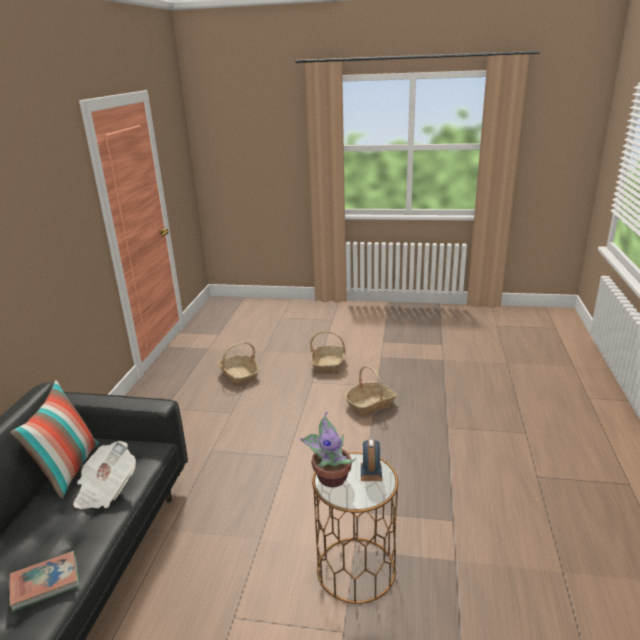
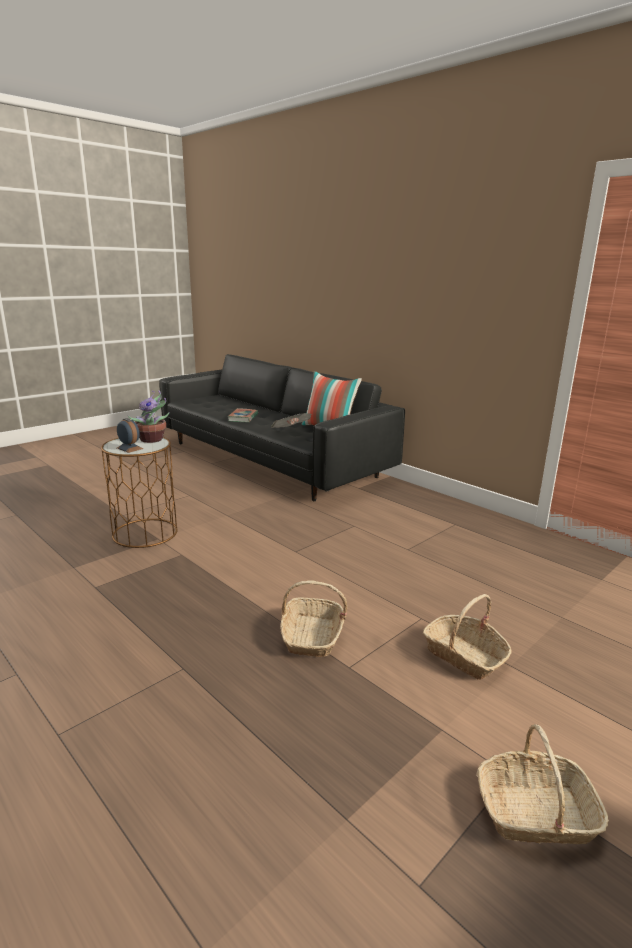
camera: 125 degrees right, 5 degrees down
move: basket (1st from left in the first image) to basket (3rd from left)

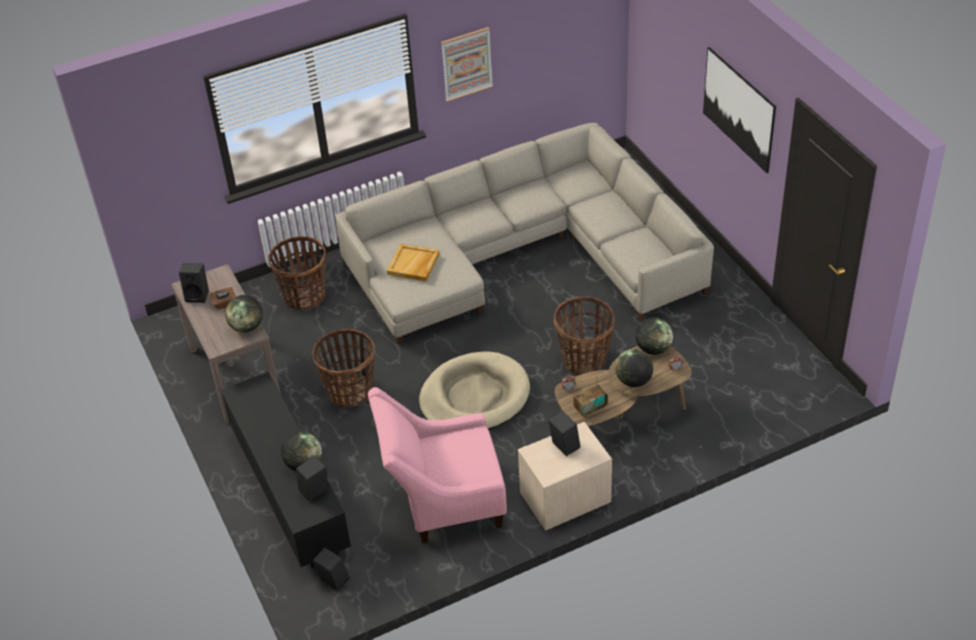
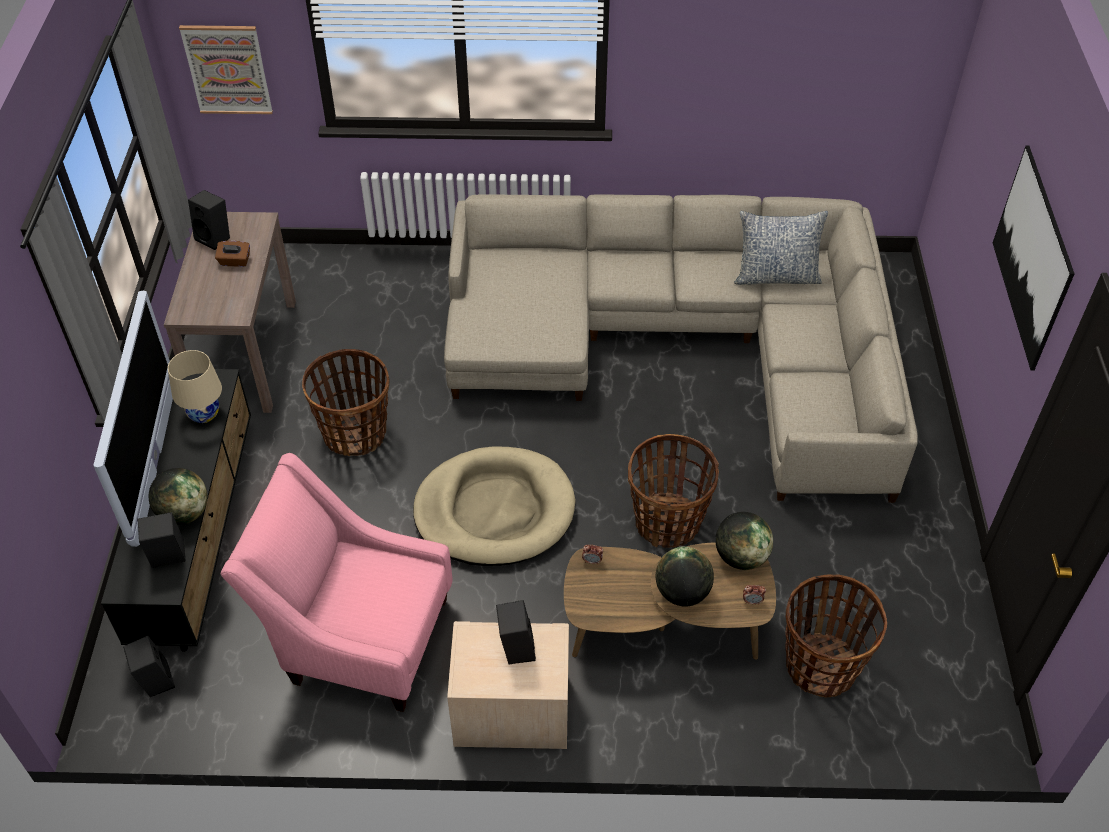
camera: 25 degrees right, 5 degrees up
delete: tray/sand-coloured; world globe (1st from left); radio
insert: throw pillow; TV; table lamp/sand-coloured
move: wall picture (1st from left); basket (1st from left in the first image) to basket (3rd from left)

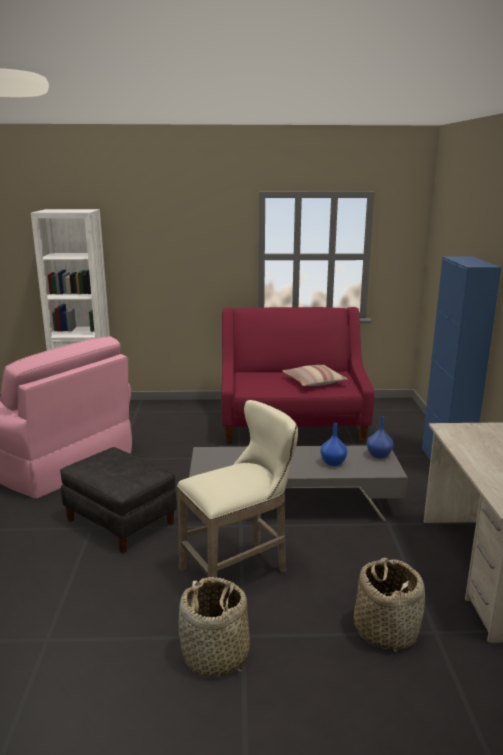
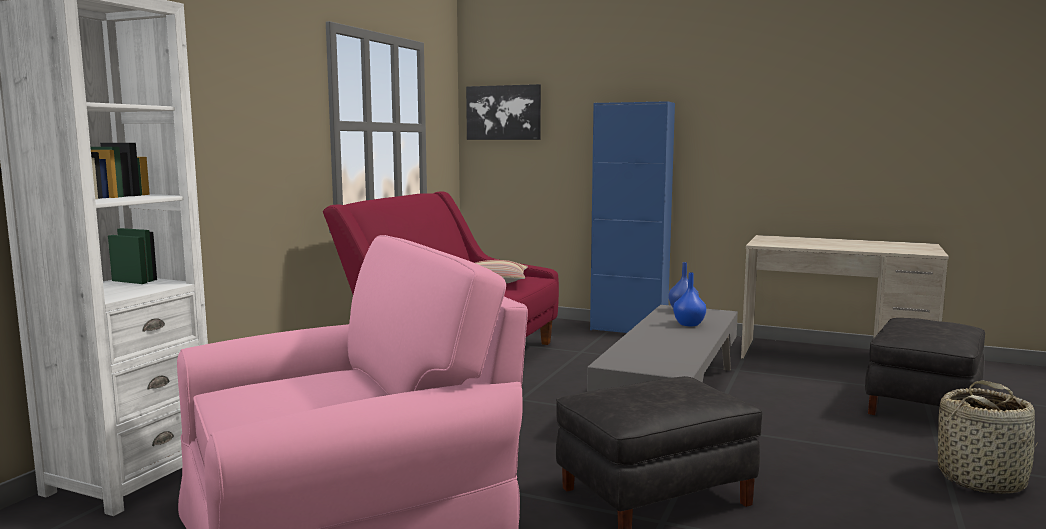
camera: 65 degrees left, 10 degrees down
delete: stool/sand-coloured
insert: wall picture
replace: basket (2nd from left) to ottoman/blackish (2nd from left)

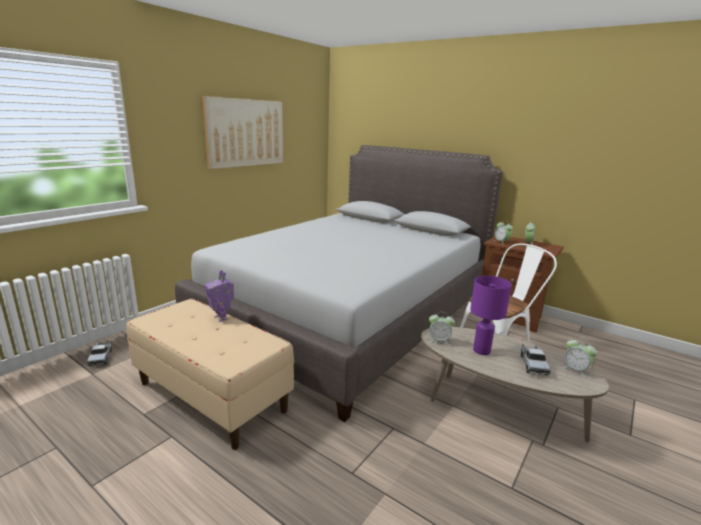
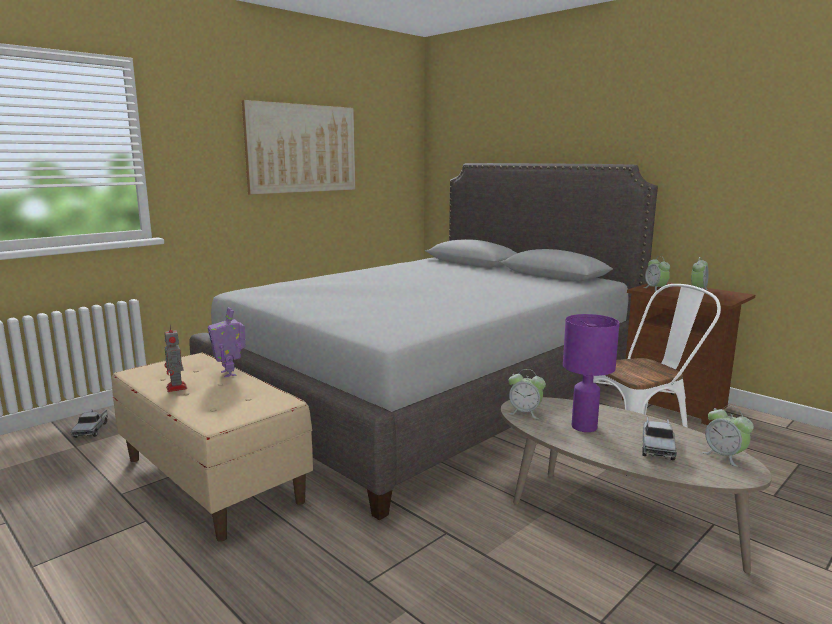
camera: 10 degrees right, 5 degrees down
insert: toy robot (1st from left)

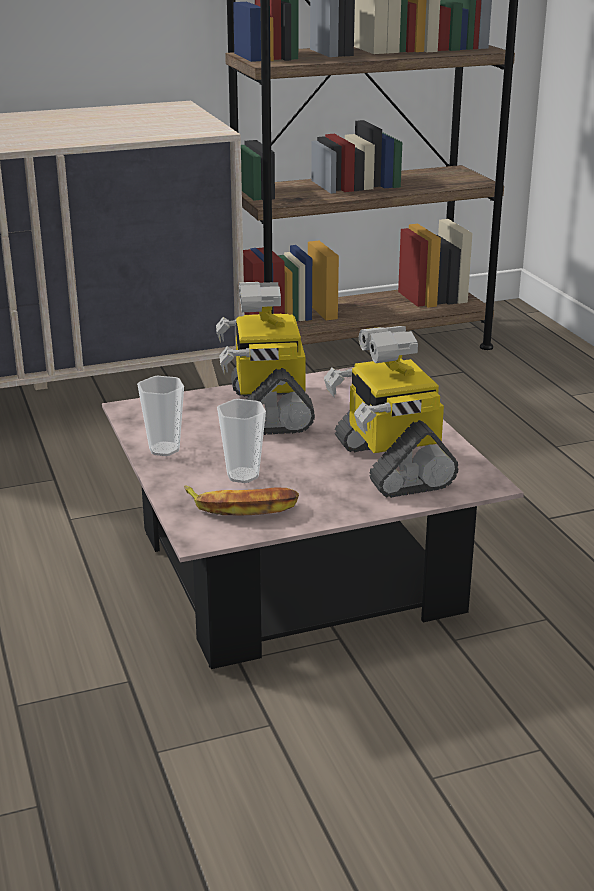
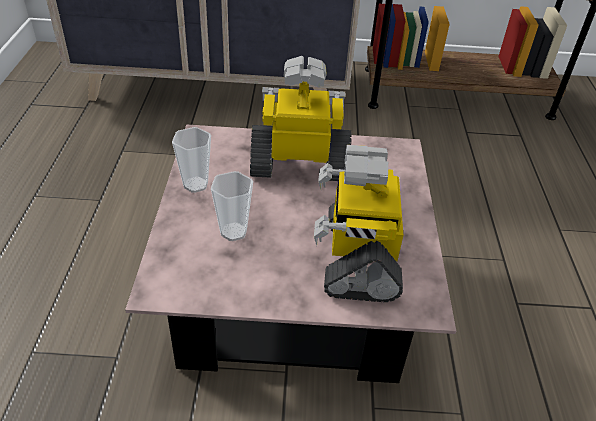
camera: 20 degrees right, 15 degrees up
delete: banana
rotate: toy robot (1st from left) 75 degrees clockwise

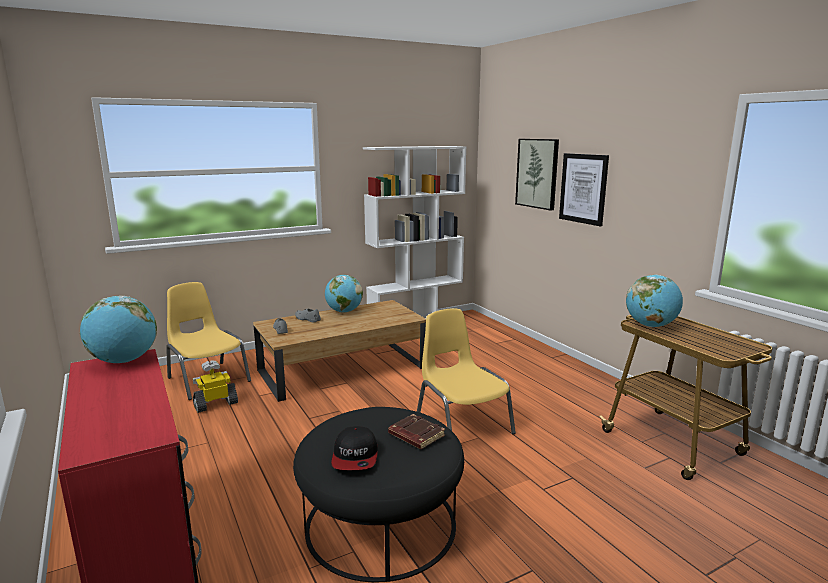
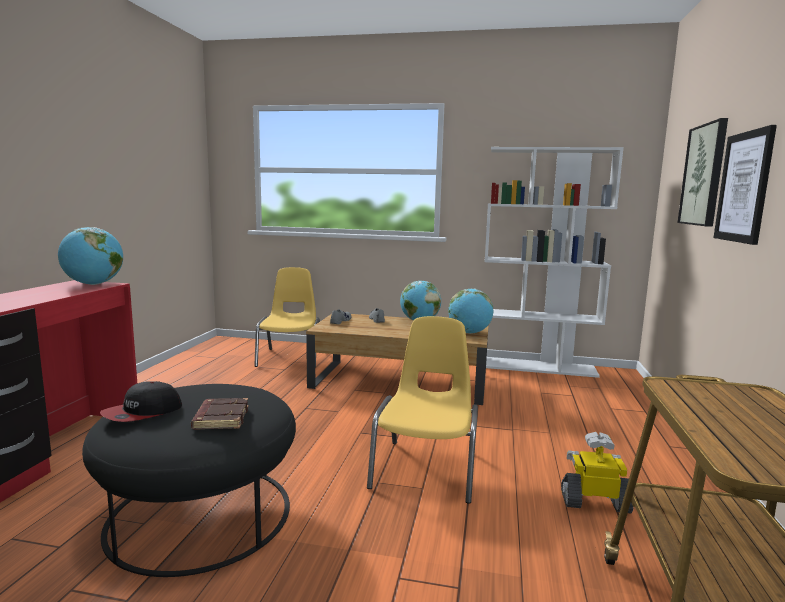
camera: 40 degrees right, 5 degrees down
move: world globe (3rd from left); toy robot

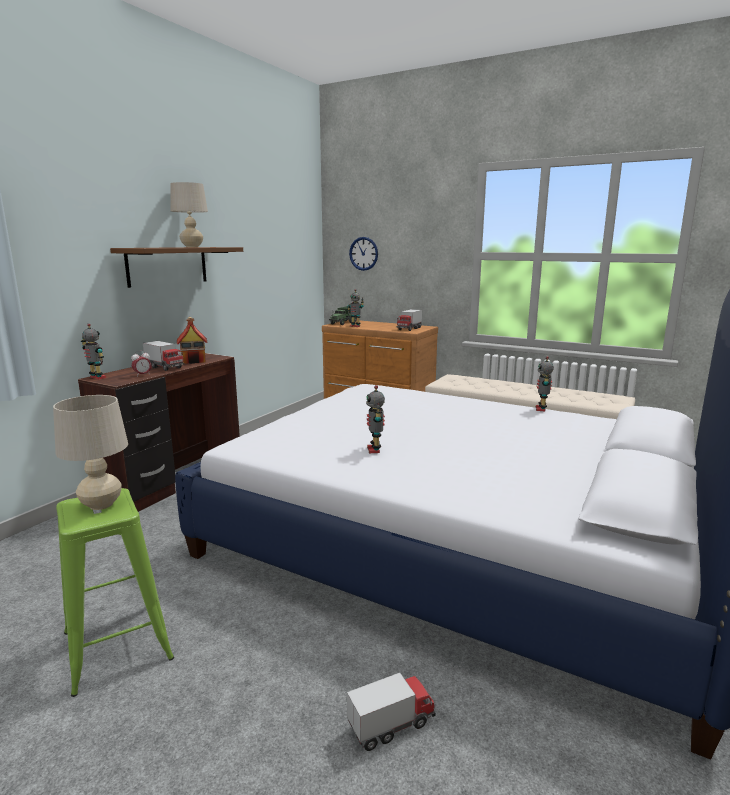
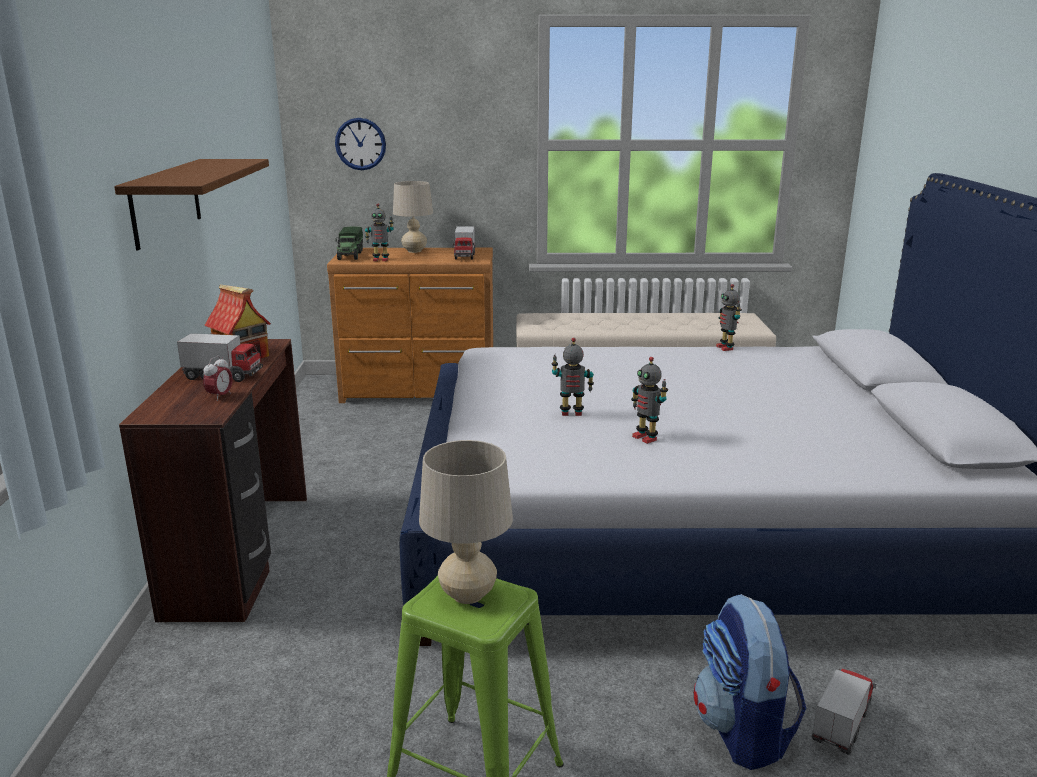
camera: 30 degrees left, 5 degrees up
insert: rucksack
move: table lamp/sand-coloured (2nd from left in the first image) to table lamp/sand-coloured (1st from left); toy robot (1st from left in the first image) to toy robot (2nd from left)

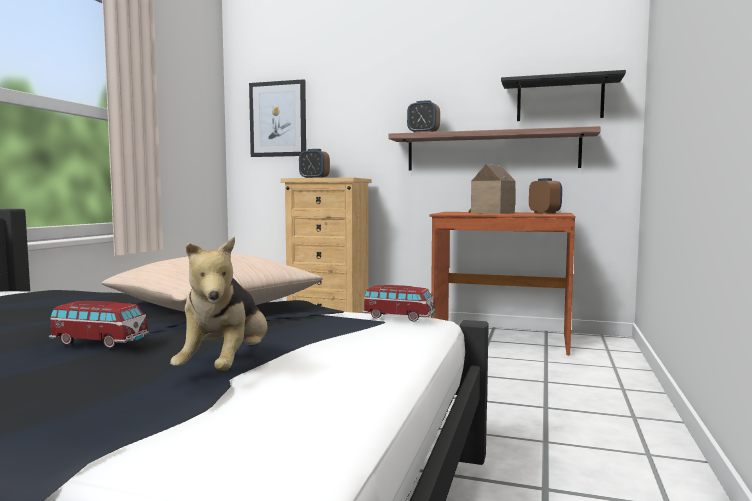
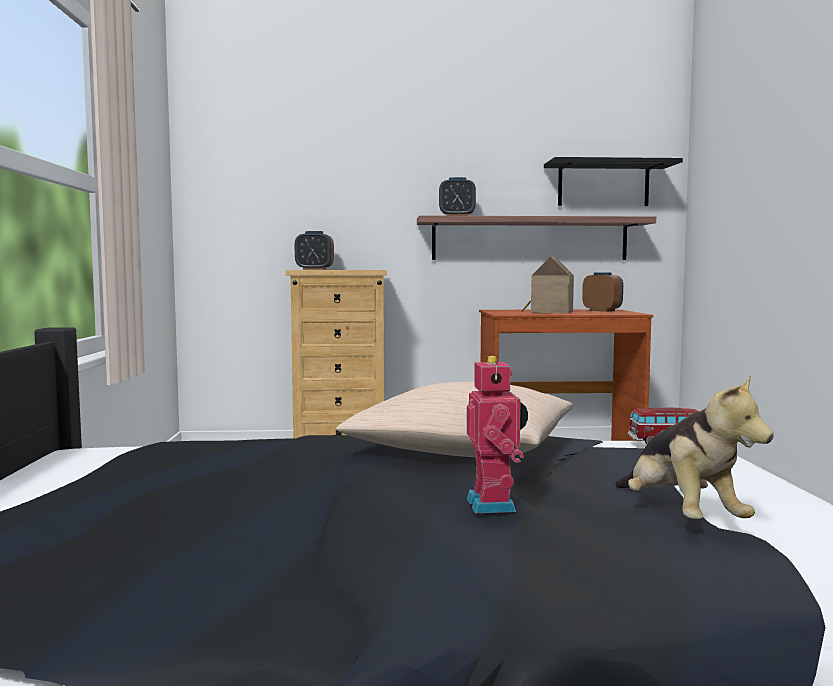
camera: 20 degrees left, 0 degrees up
delete: wall picture
replace: model car (1st from left) to toy robot

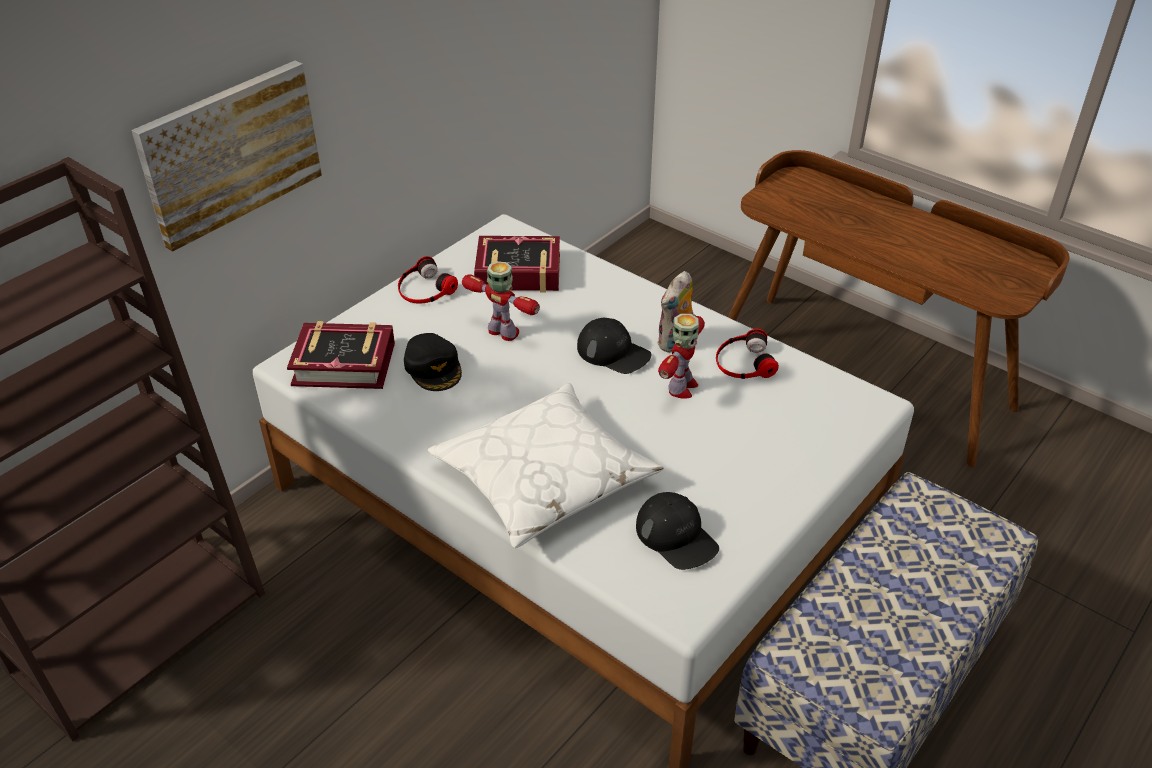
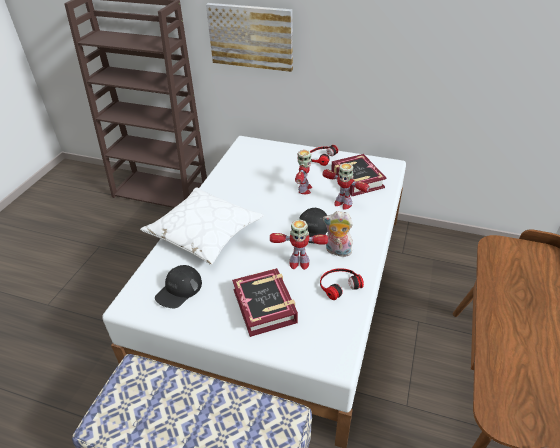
camera: 70 degrees right, 0 degrees up
delete: peaked cap/blackish (1st from left)
insert: toy robot (3rd from left)
move: volume (1st from left)

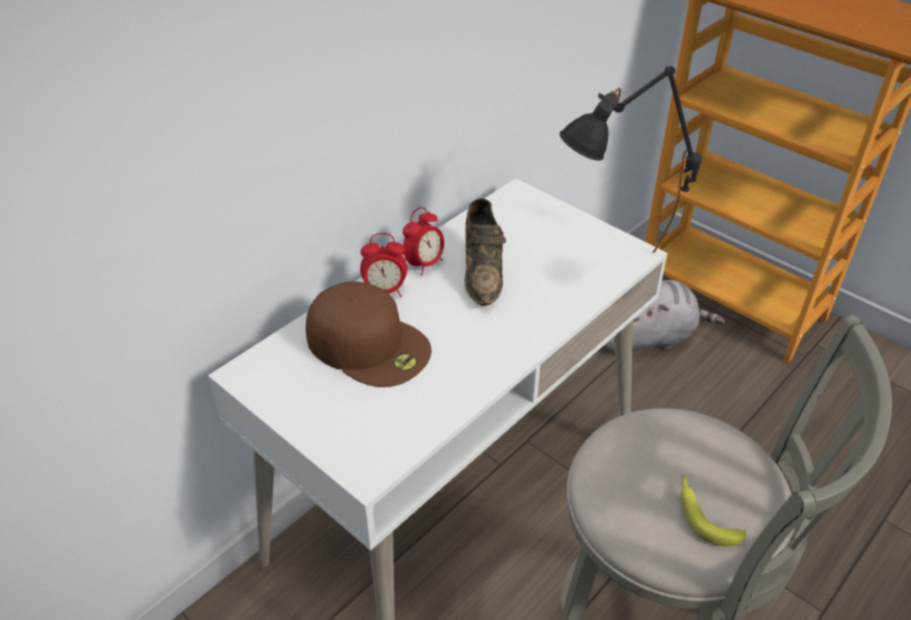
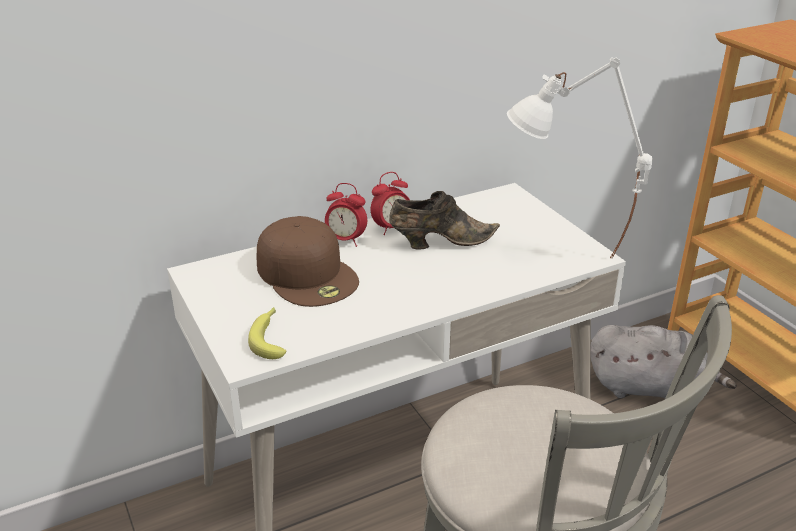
camera: 20 degrees right, 10 degrees down
move: banana
recolor: table lamp/blackish to table lamp/whitish
rotate: shoe/brownish 120 degrees counterclockwise

